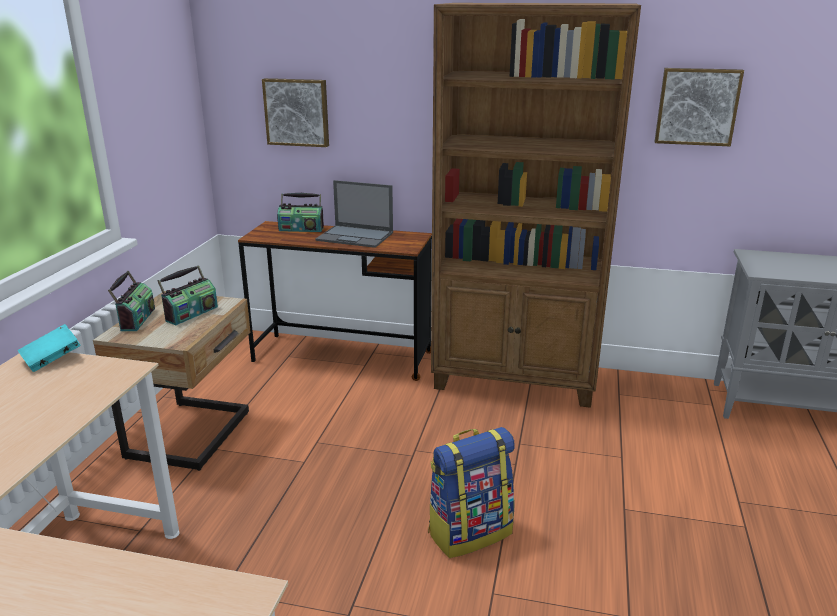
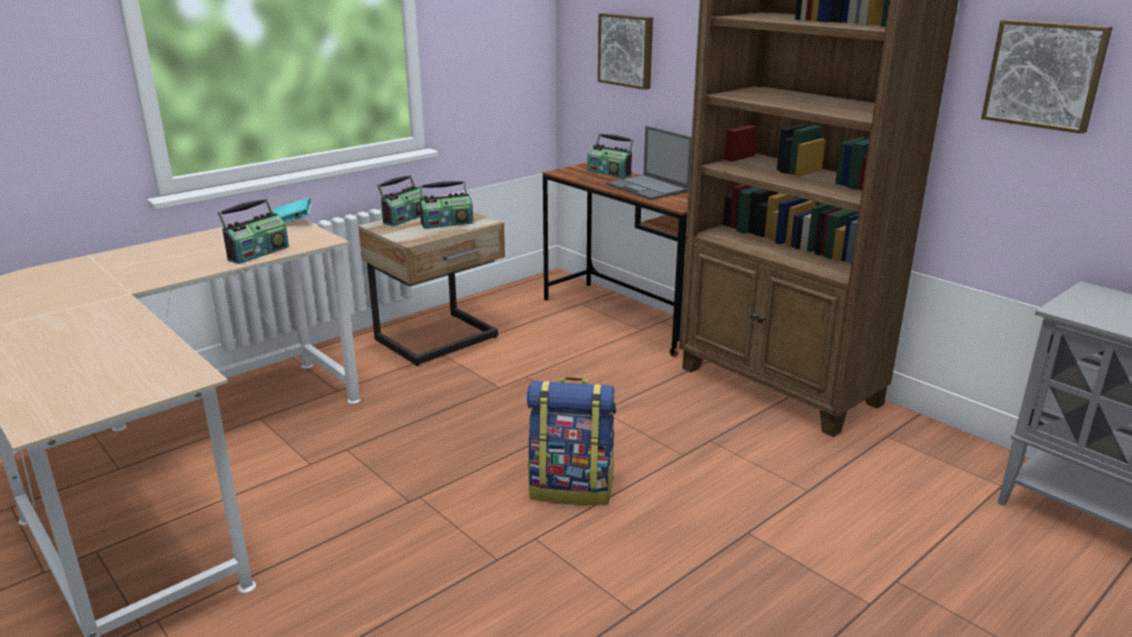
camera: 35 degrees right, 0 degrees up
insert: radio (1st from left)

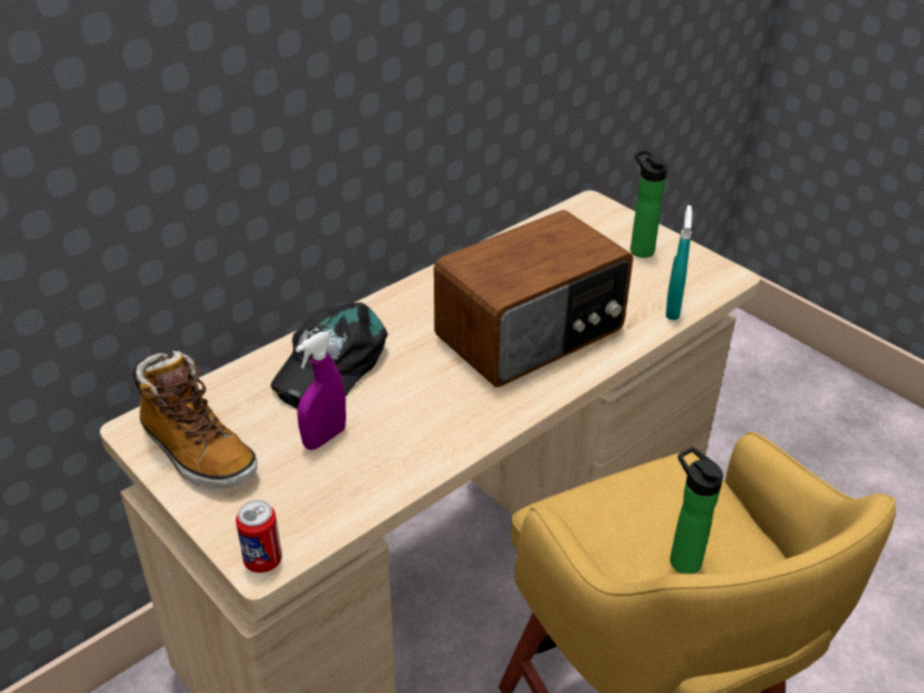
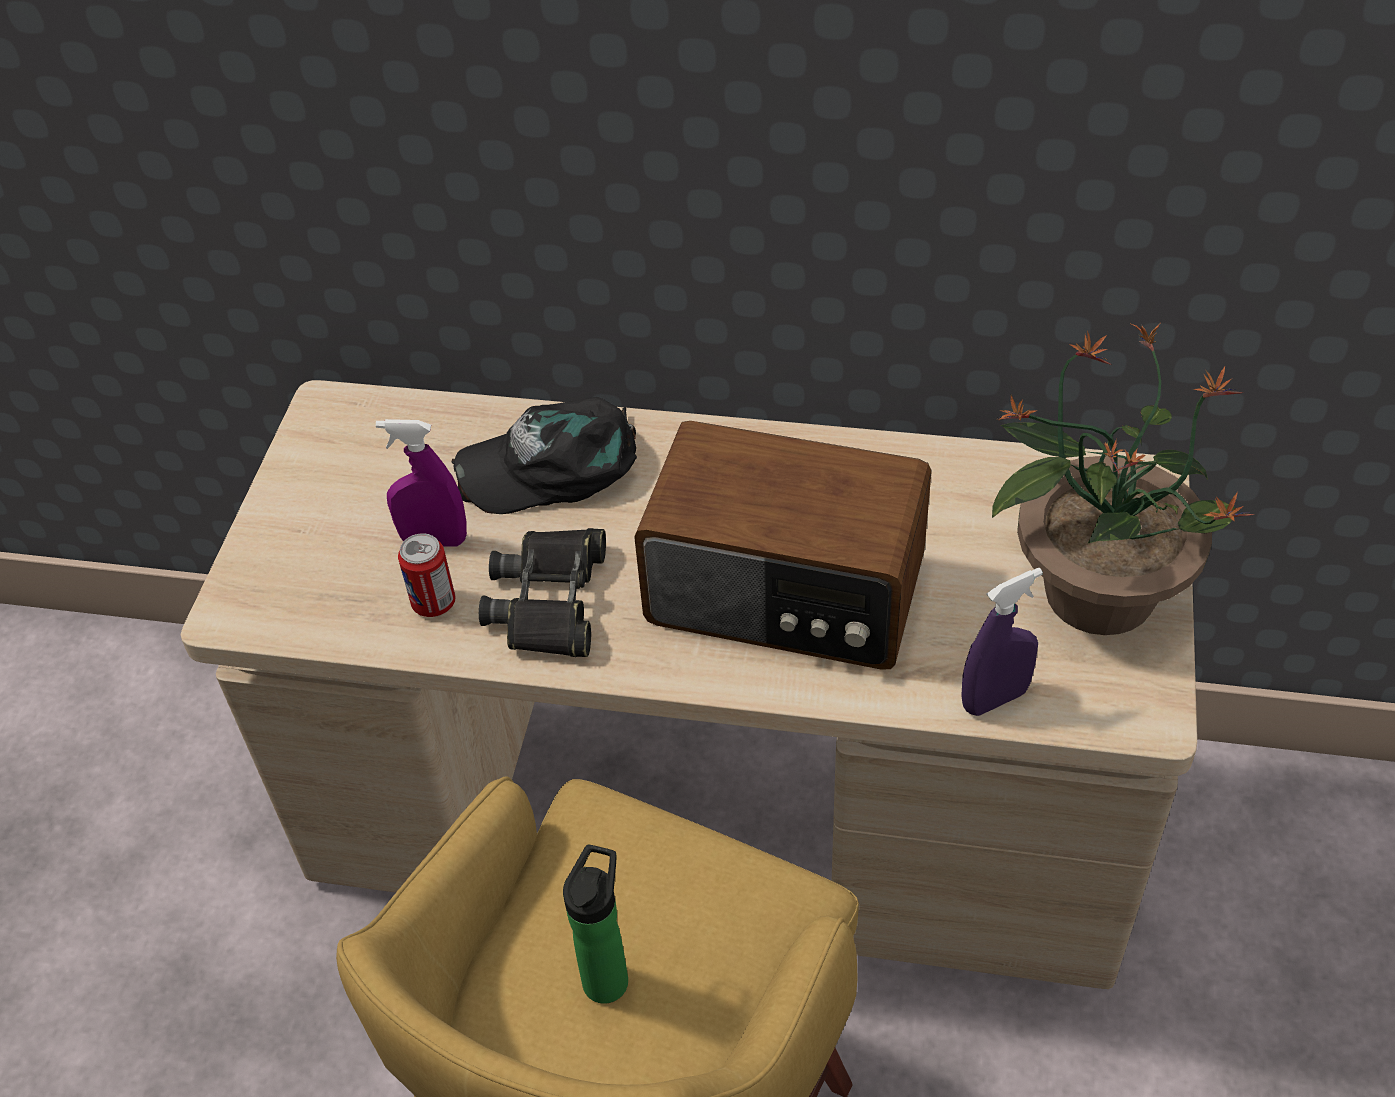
camera: 55 degrees right, 10 degrees up
delete: high-top boot
insert: field glasses/blackish
move: sealed can
replace: drink bottle (1st from left) to houseplant
recolor: hand sprayer/turquoise to hand sprayer/purple (2nd from left)

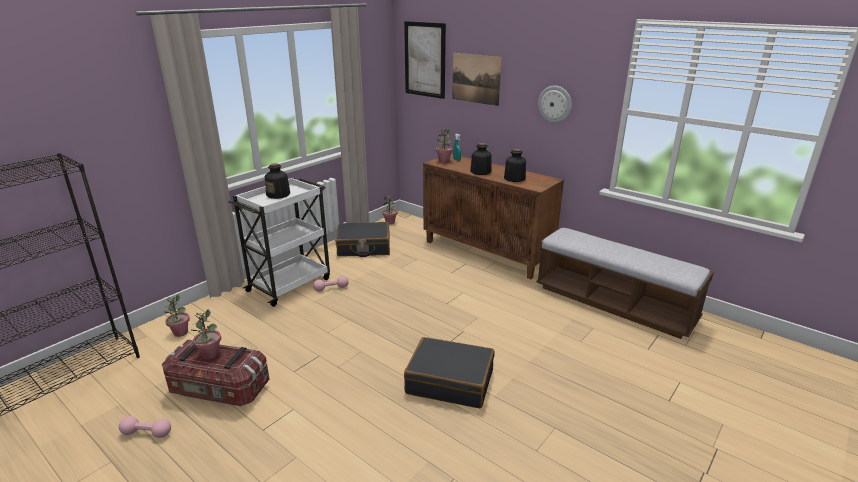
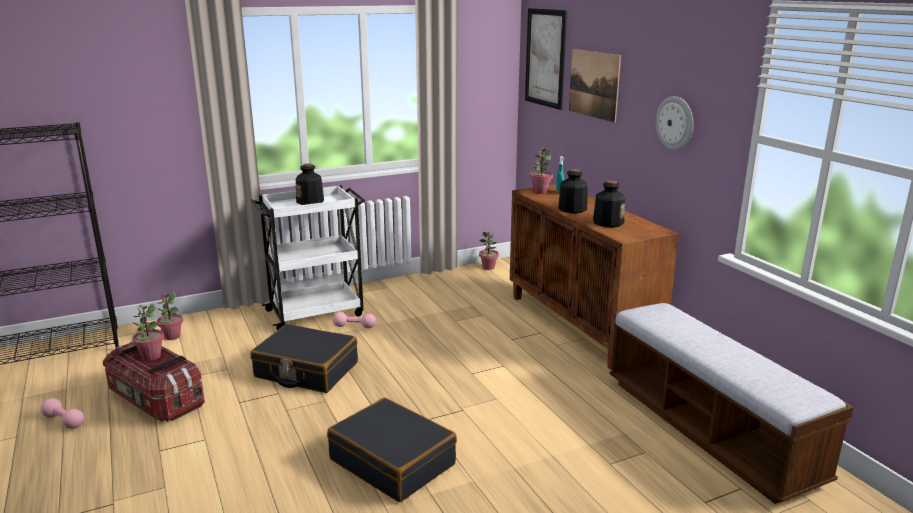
camera: 25 degrees right, 5 degrees down
move: piece of luggage/blackish (1st from left)

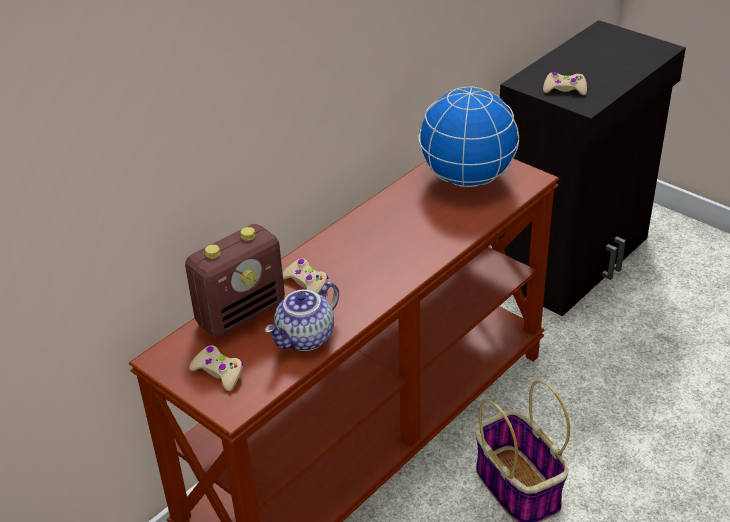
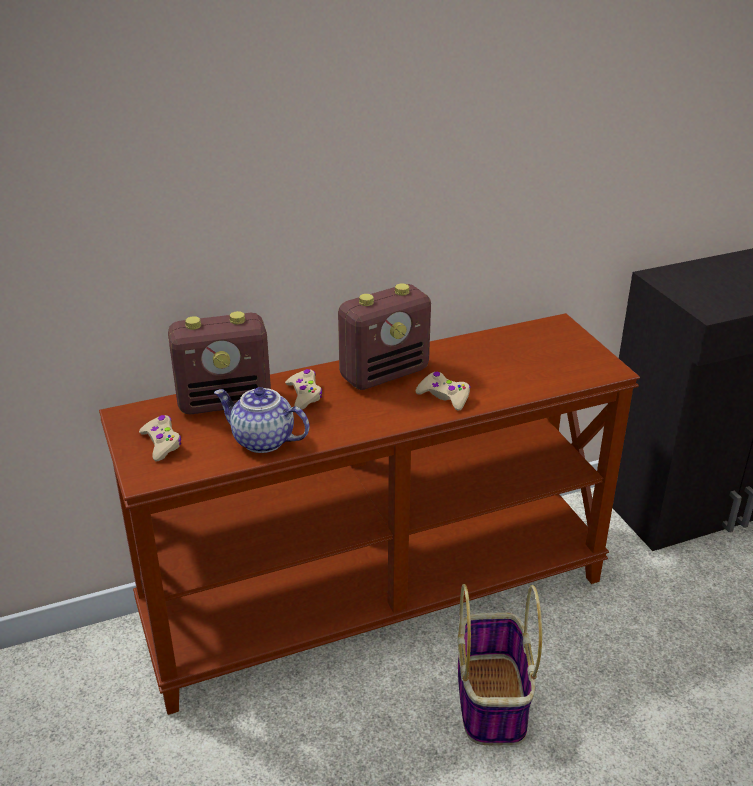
camera: 25 degrees right, 5 degrees down
delete: world globe
insert: radio (2nd from left)
move: game controller/sand-coloured (3rd from left)
rotate: tea pot 45 degrees clockwise

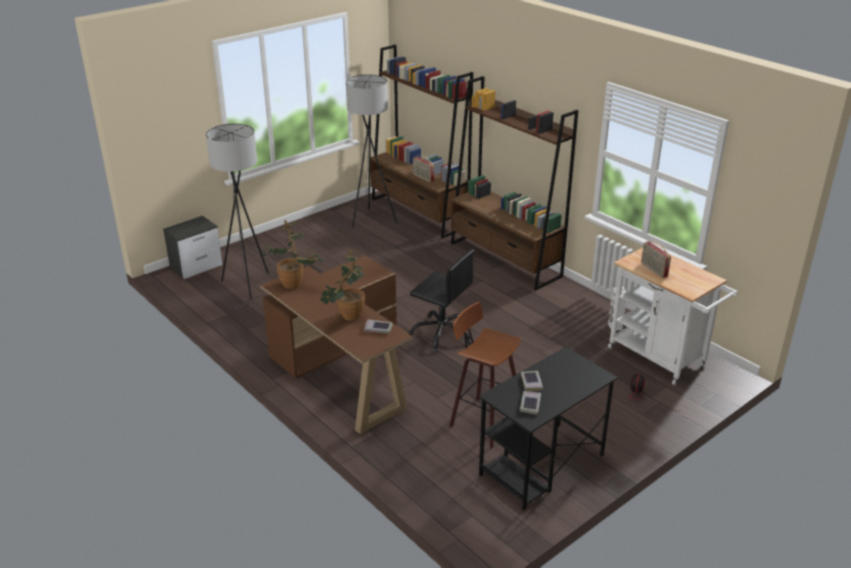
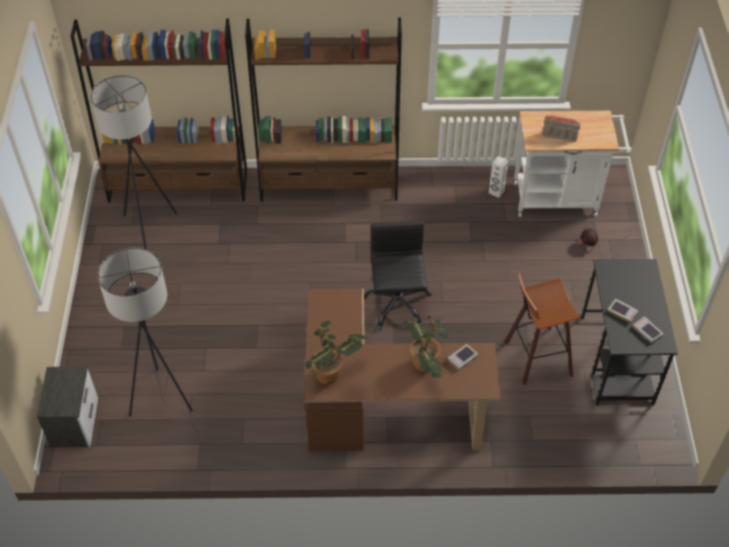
camera: 50 degrees left, 20 degrees up
delete: radio (1st from left)
rotate: desk chair/blackish 75 degrees counterclockwise

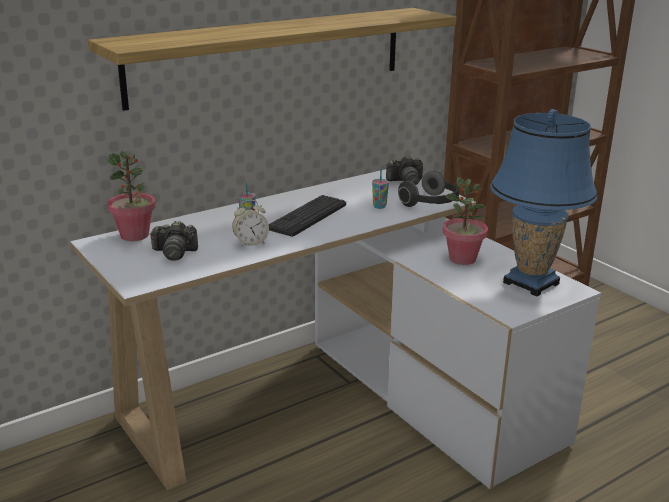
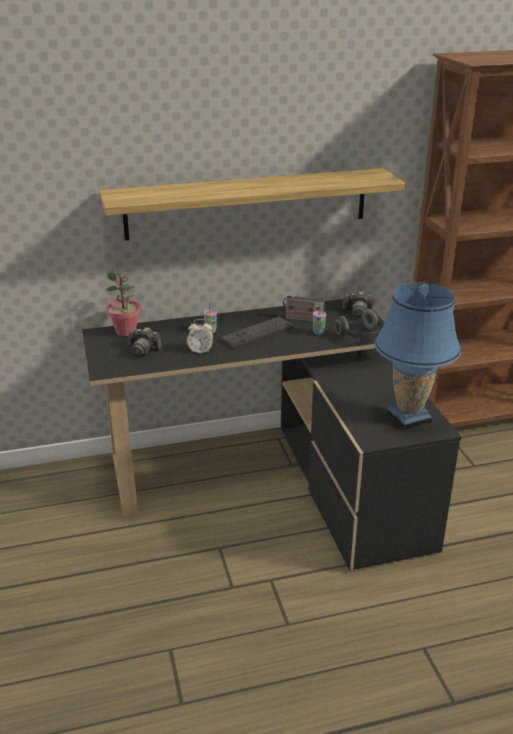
camera: 20 degrees right, 5 degrees up
delete: houseplant (2nd from left)
insert: radio
recolor: desk table/whitish to desk table/blackish

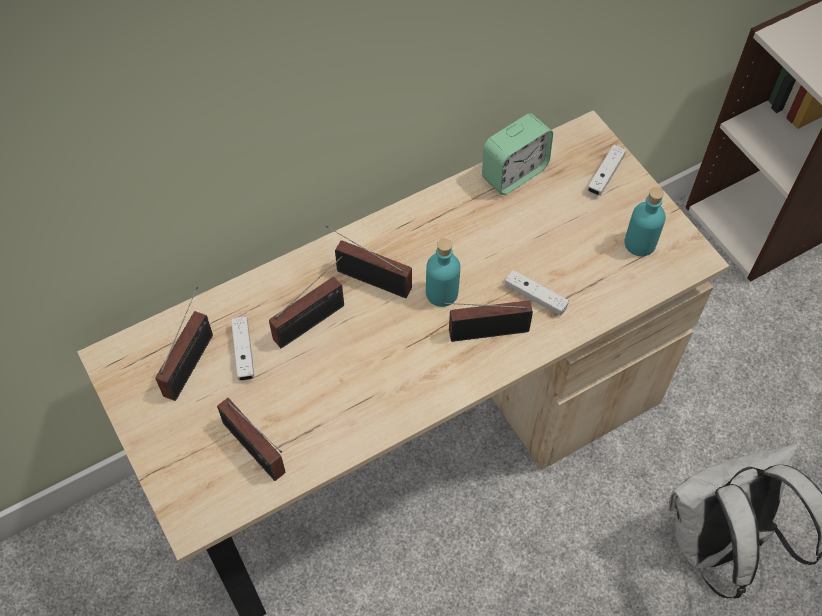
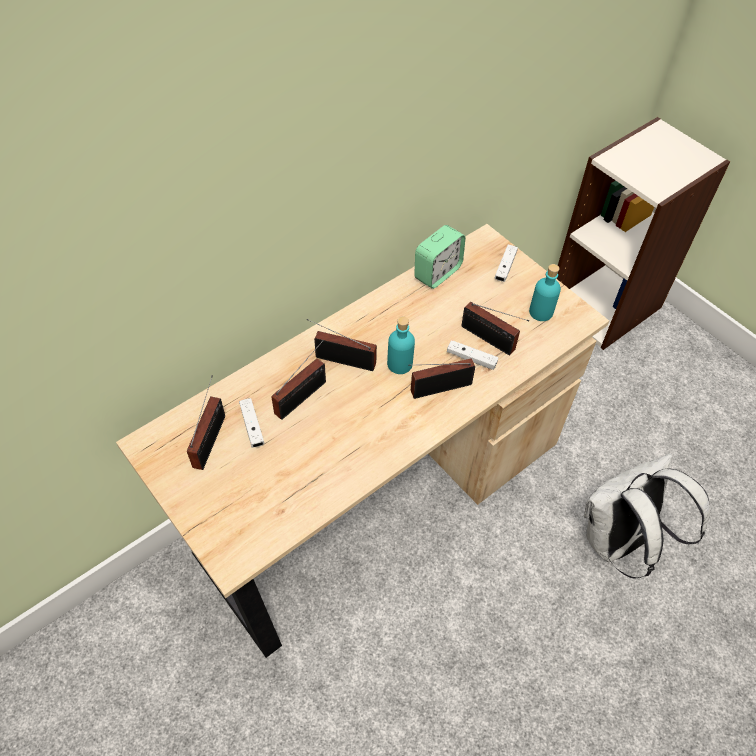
camera: 10 degrees left, 5 degrees down
move: radio (2nd from left in the first image) to radio (5th from left)

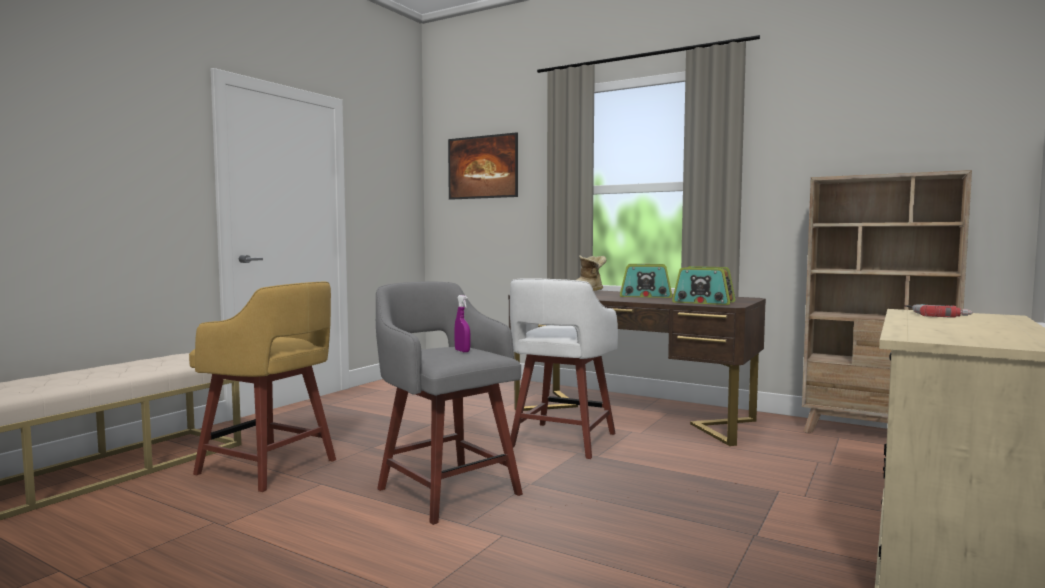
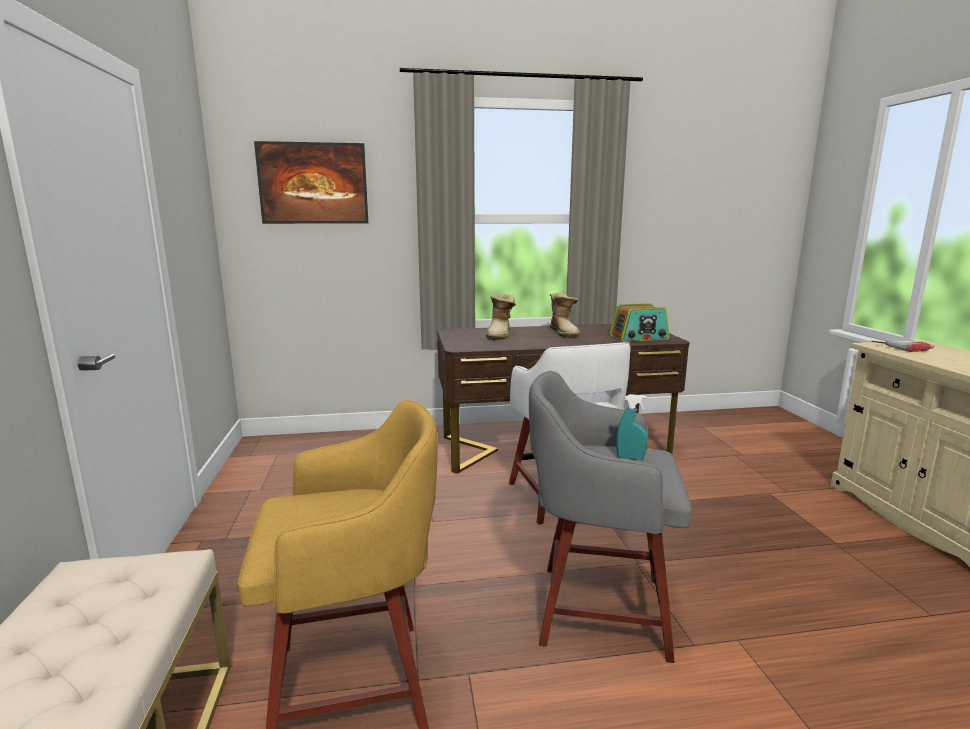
camera: 40 degrees left, 10 degrees up
delete: shelving unit/sand-coloured
replace: radio (1st from left) to high-top boot (2nd from left)
recolor: hand sprayer/purple to hand sprayer/turquoise

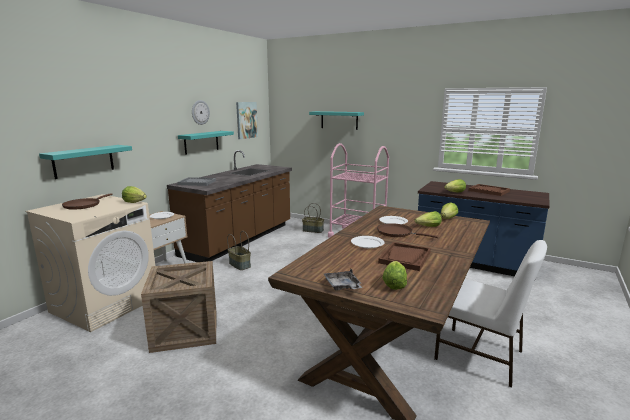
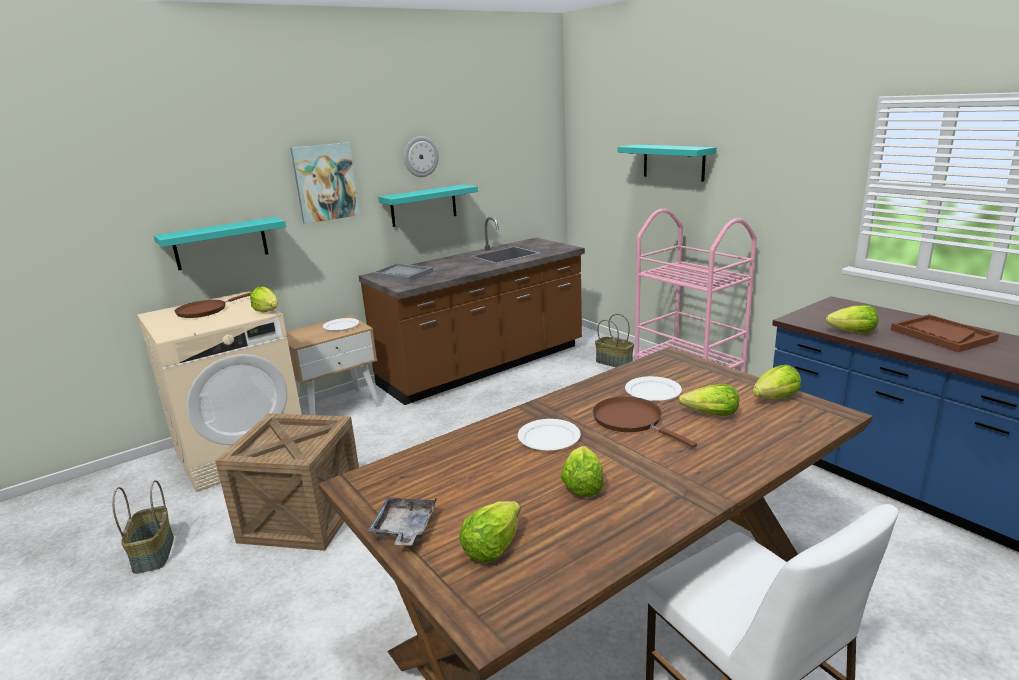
camera: 25 degrees right, 5 degrees up
move: wall picture; basket (1st from left)
replace: tray/brownish (1st from left) to lettuce (3rd from left)

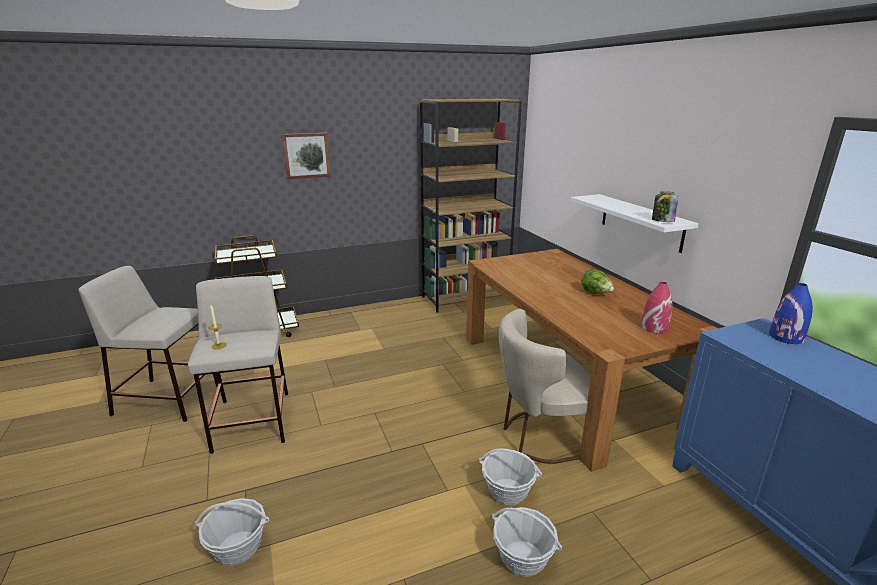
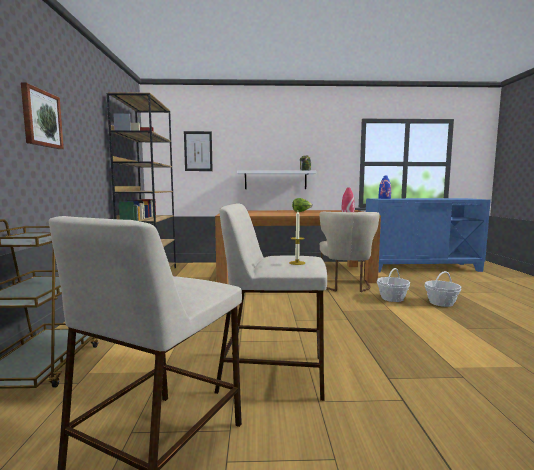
camera: 70 degrees left, 15 degrees down
delete: basket (1st from left)
insert: wall picture (2nd from left)

